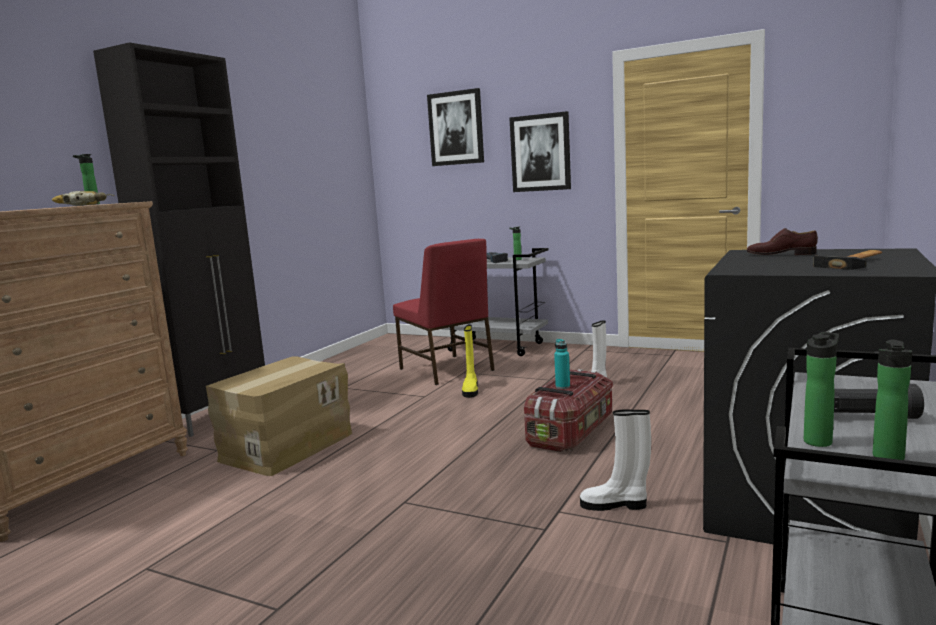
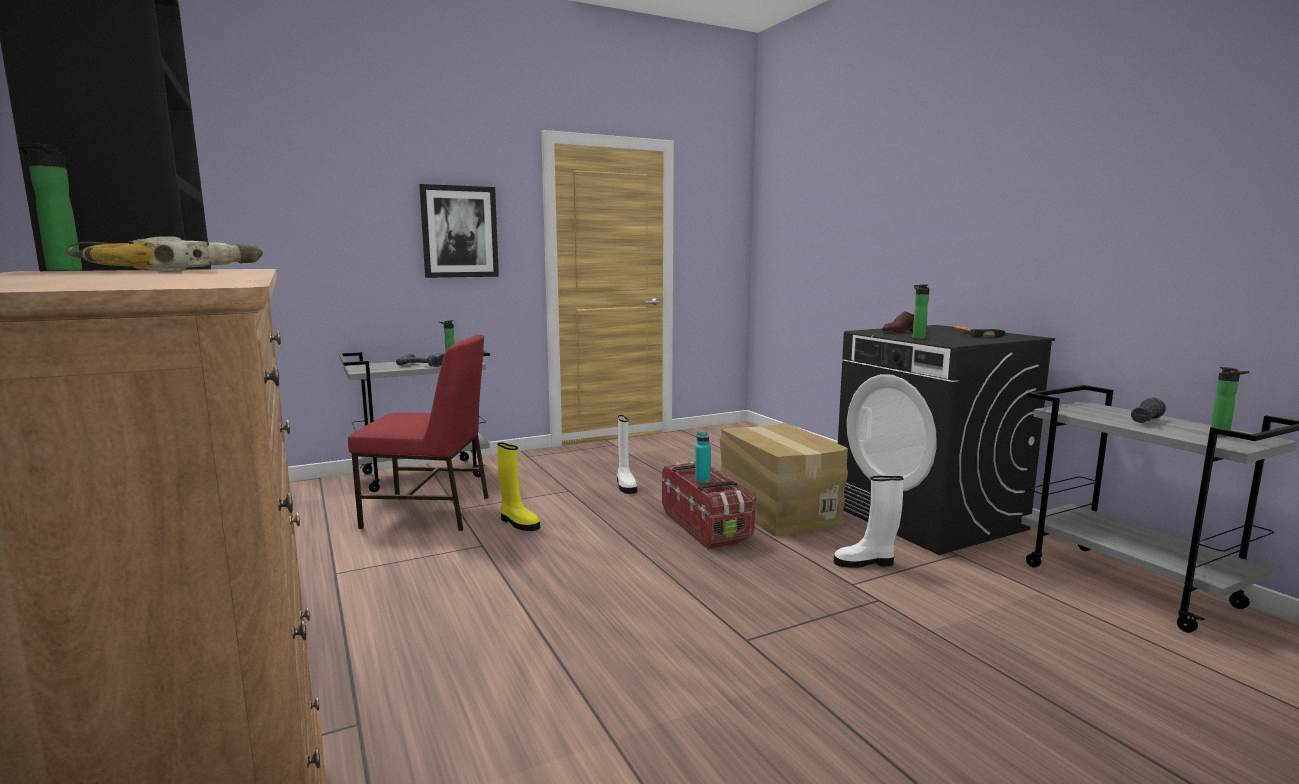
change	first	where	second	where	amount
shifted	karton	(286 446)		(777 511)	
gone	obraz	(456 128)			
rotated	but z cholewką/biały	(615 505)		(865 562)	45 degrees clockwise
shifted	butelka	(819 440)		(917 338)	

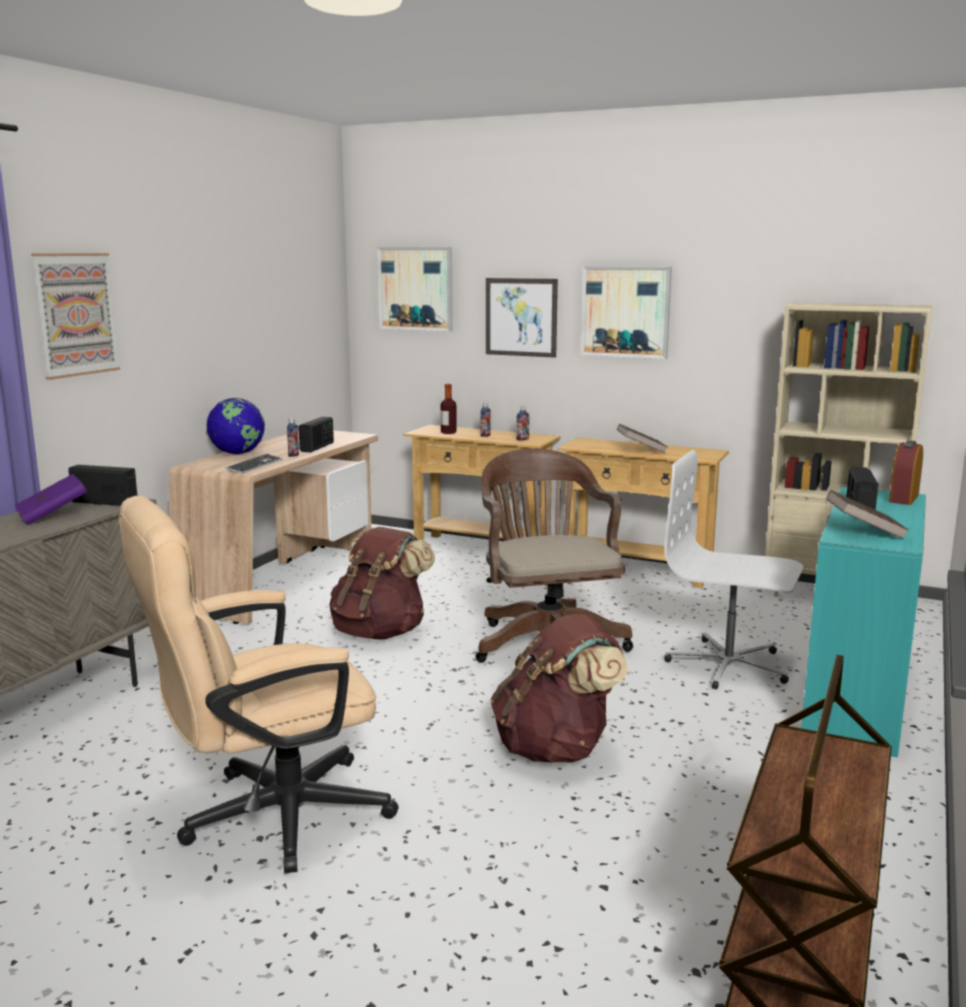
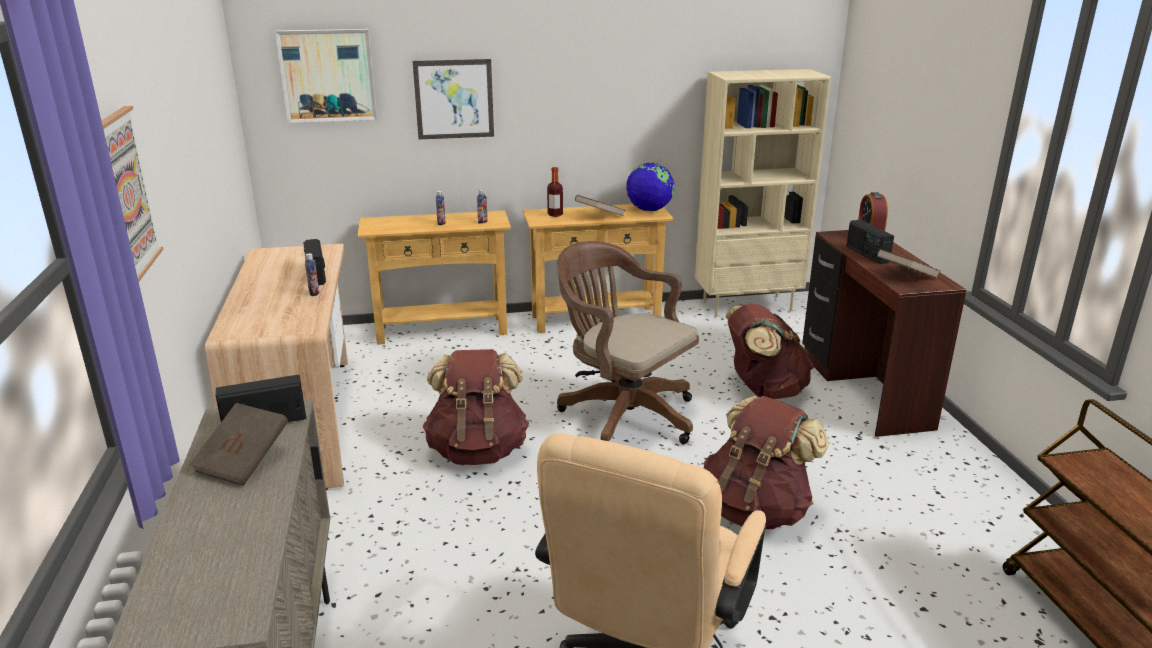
change	first	where	second	where	amount
repainted	książka/fioletowy	(52 515)	książka/brązowy	(244 461)	
shifted	globus	(237 453)		(649 210)	
gone	klawiatura	(255 465)			
shifted	butelka	(448 432)		(555 214)	
gone	obraz	(625 311)			
swapped	krzesło biurowe/biały	(728 665)	plecak/brązowy	(764 390)	
repainted	biurko/turkusowy	(854 697)	biurko/brązowy	(862 390)	

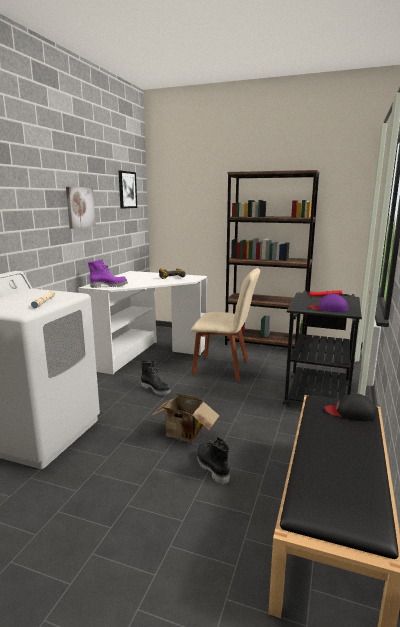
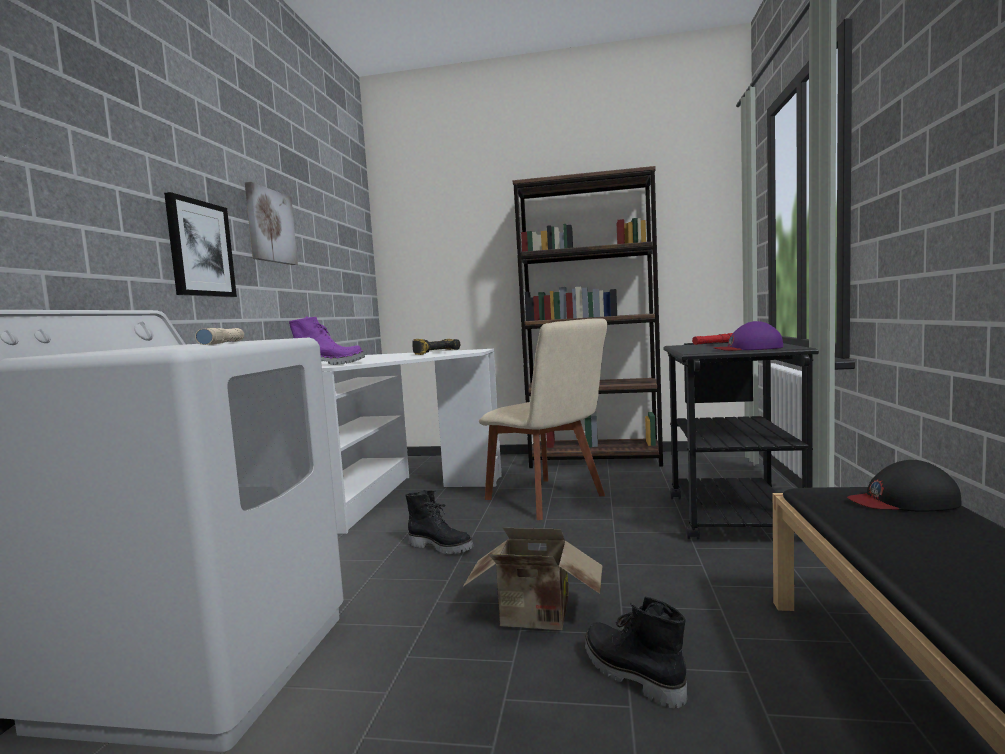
change	first	where	second	where	amount
shifted	obraz	(127 190)		(200 249)	
rotated	krzesło/beżowy	(224 368)		(548 499)	45 degrees clockwise

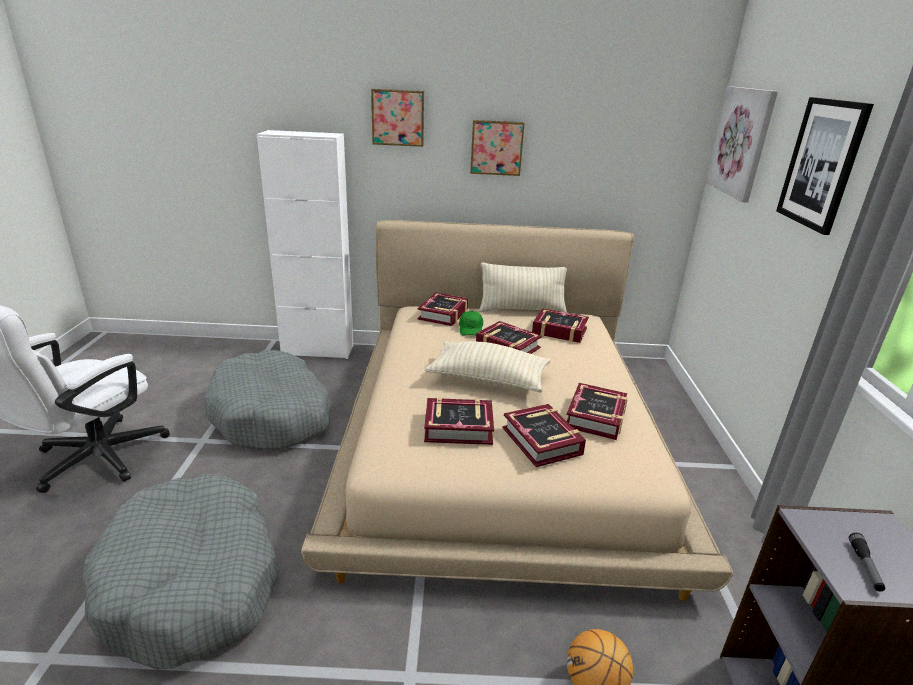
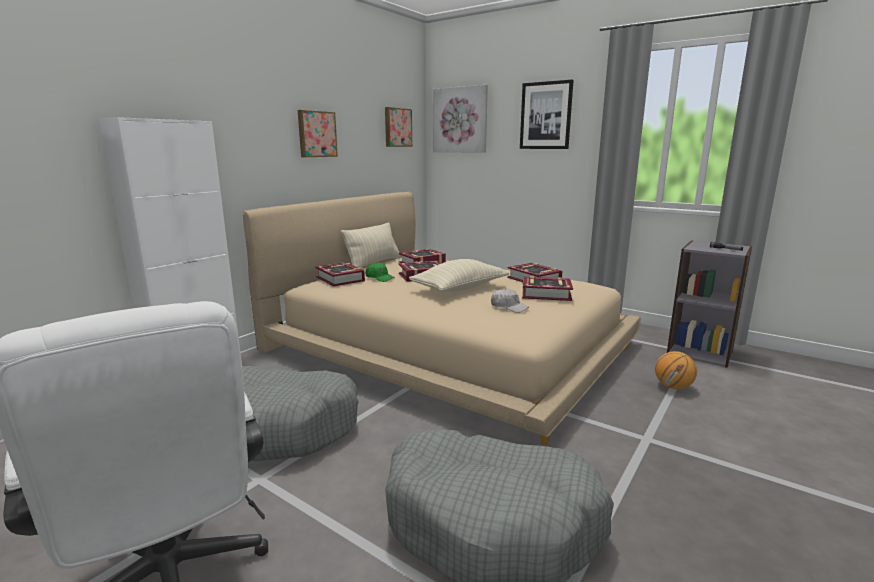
change	first	where	second	where	amount
shifted	obraz	(398 117)		(397 127)	
swapped	książka	(458 427)	czapka z daszkiem/biały	(509 307)	

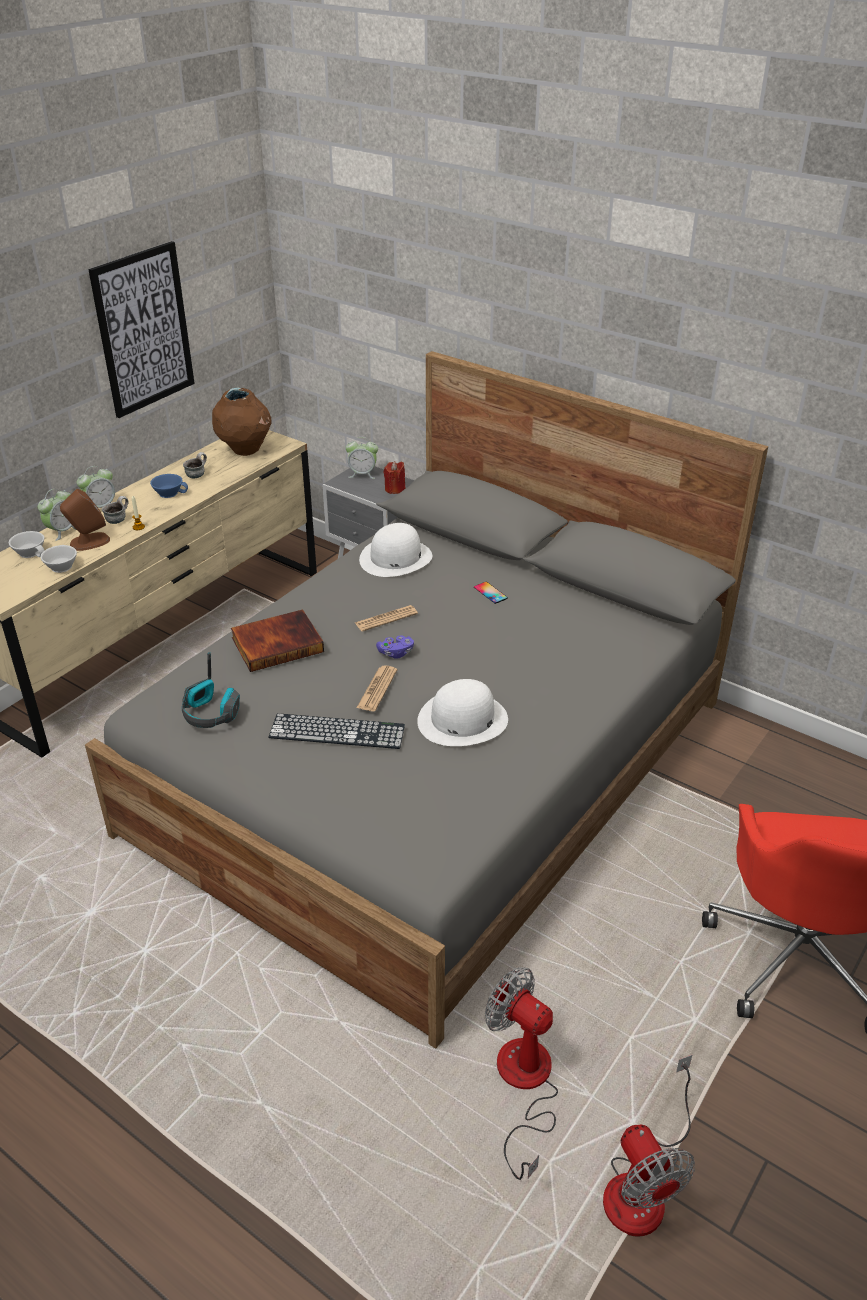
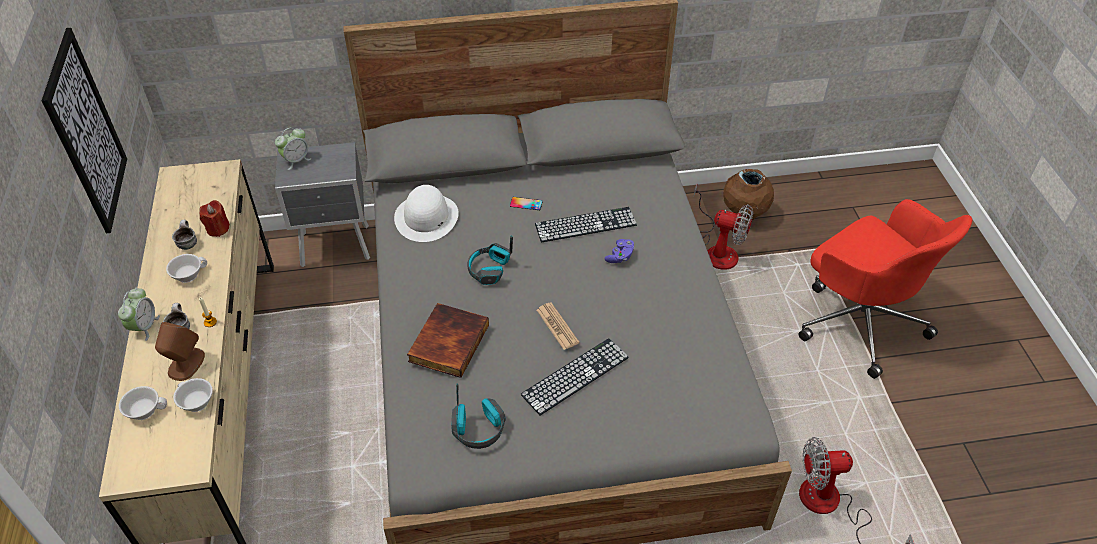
change	first	where	second	where	amount
gone	budzik	(62 531)			
repainted	filiżanka/niebieski	(169 492)	filiżanka/biały	(188 274)	
shifted	wazon/brązowy	(245 450)		(744 214)	
swapped	gazeta	(386 619)	słuchawki	(489 270)	
shifted	pad do gier/fioletowy	(395 653)		(620 256)	
shifted	świeca/czerwony	(395 489)		(218 229)	
gone	kapelusz/biały	(462 720)			
shifted	wentylator	(642 1184)		(717 249)	
new			klawiatura	(585 224)	

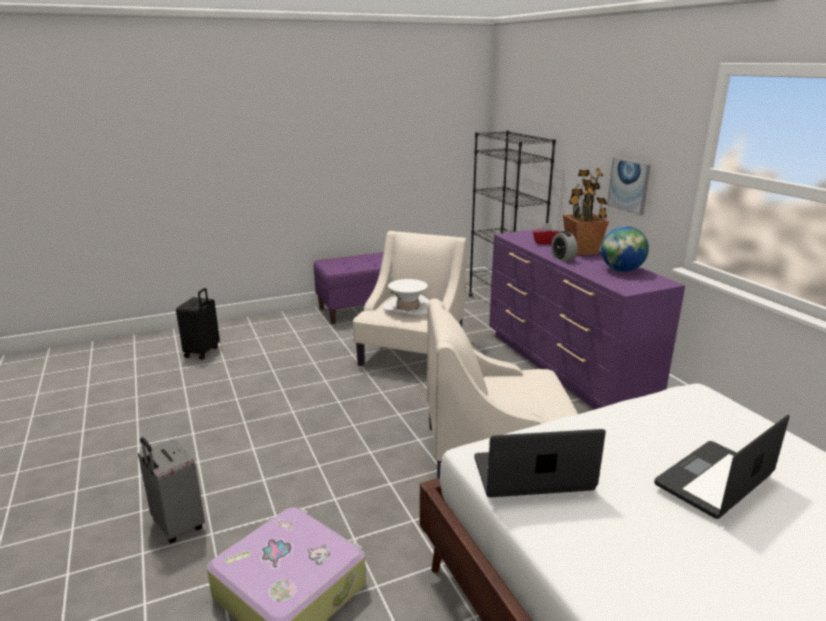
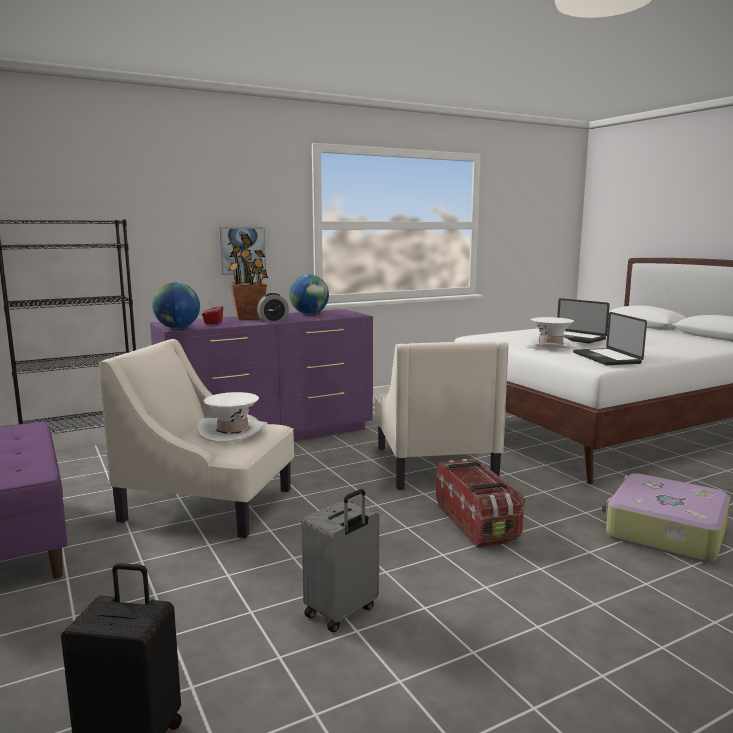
change	first	where	second	where	amount
shifted	walizka/szary	(176 526)		(342 612)	
new			globus	(177 328)	
new			pojemnik do przechowywania	(476 522)	
new			kapelusz/biały	(550 346)	

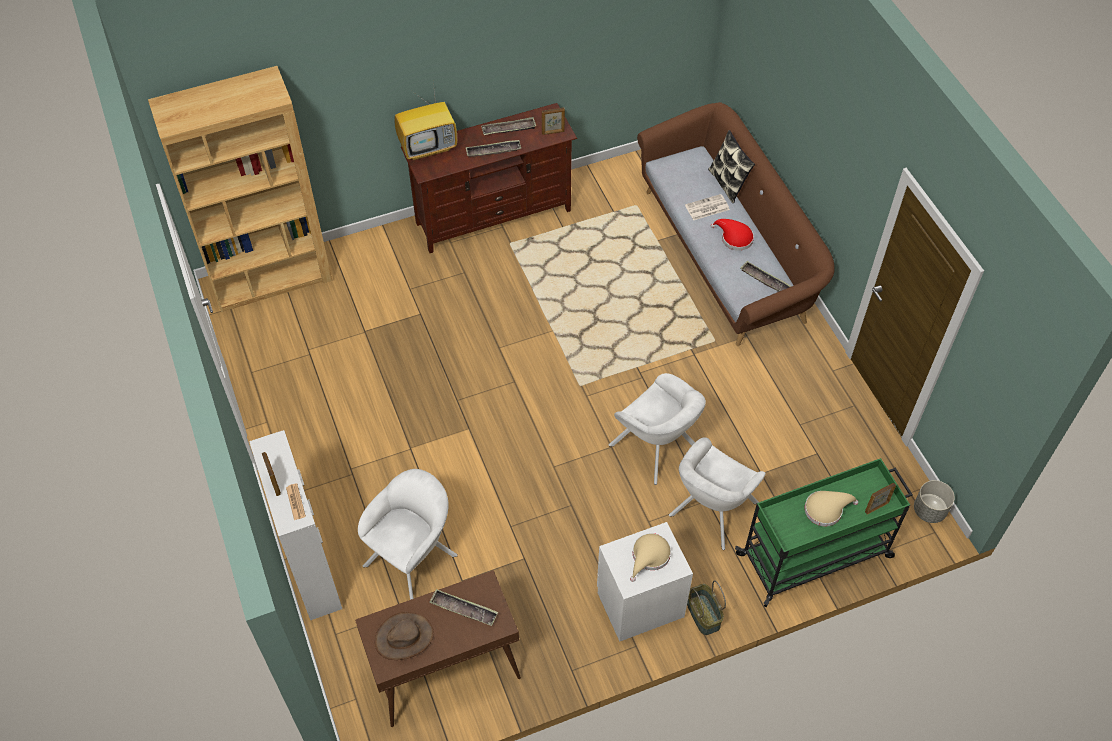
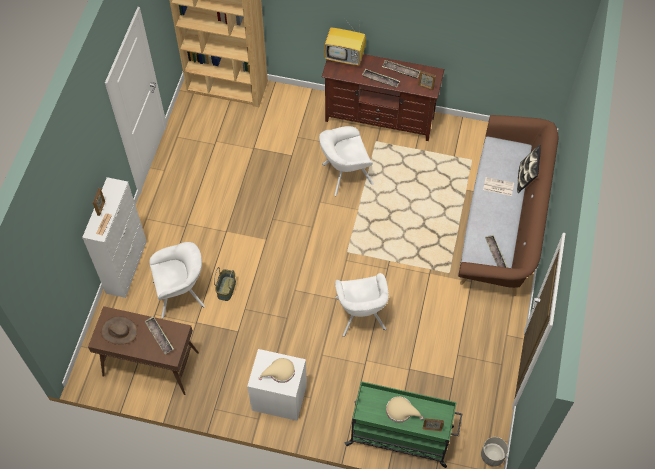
change	first	where	second	where	amount
shifted	fotel/biały	(710 512)		(344 175)	
shifted	koszyk	(702 614)		(226 288)	
gone	kapelusz/czerwony	(734 238)			

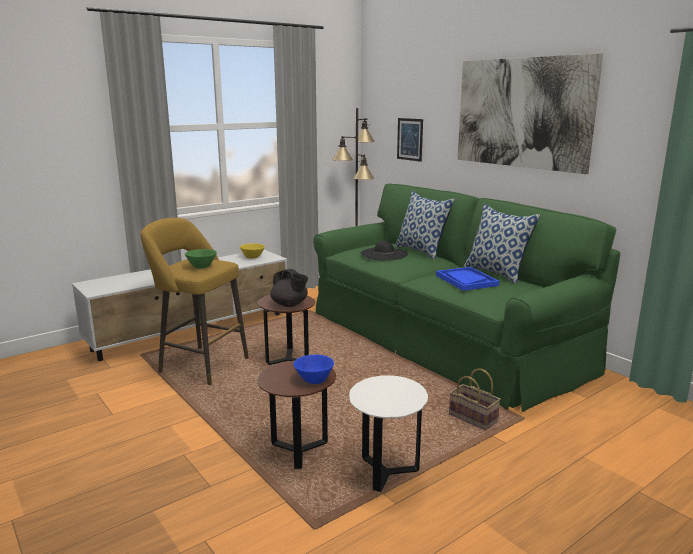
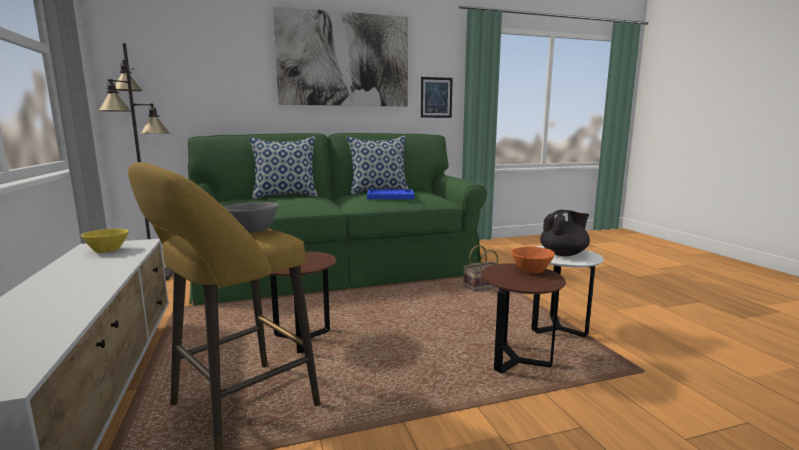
change	first	where	second	where	amount
repainted	miska/zielony	(202 266)	miska/szary	(253 229)	
shifted	imbryk/czarny	(290 305)		(564 254)	
repainted	miska/niebieski	(314 379)	miska/pomarańczowy	(530 270)	
gone	kapelusz/czarny	(384 254)			
shifted	obraz	(410 139)		(436 97)	

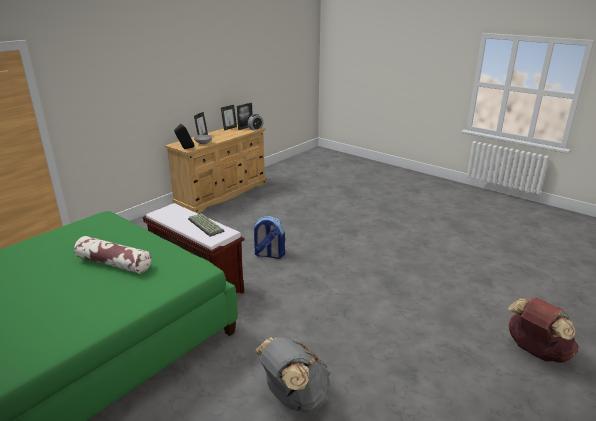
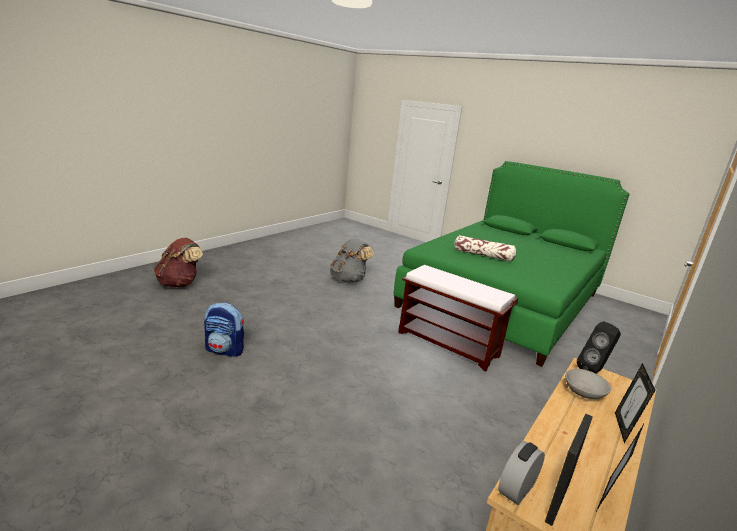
change	first	where	second	where	amount
gone	klawiatura	(204 225)			
shifted	plecak	(269 255)		(225 350)	

